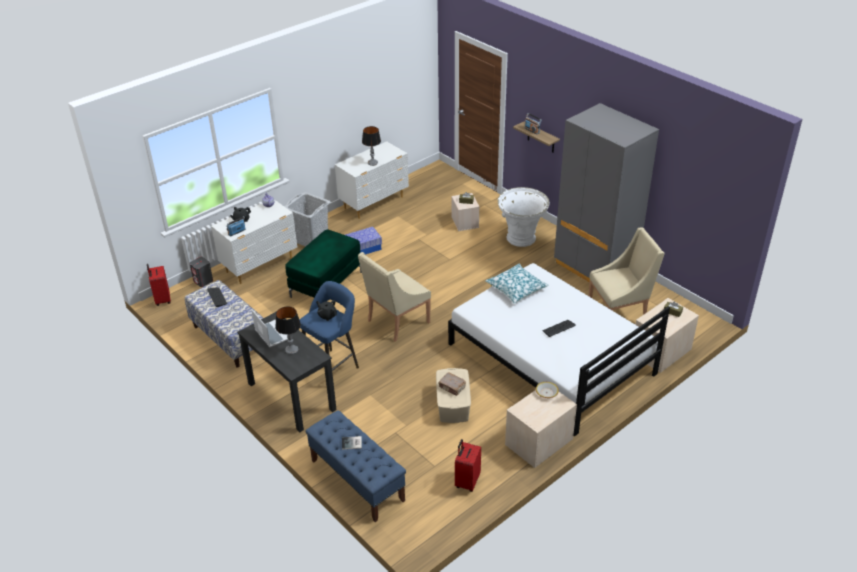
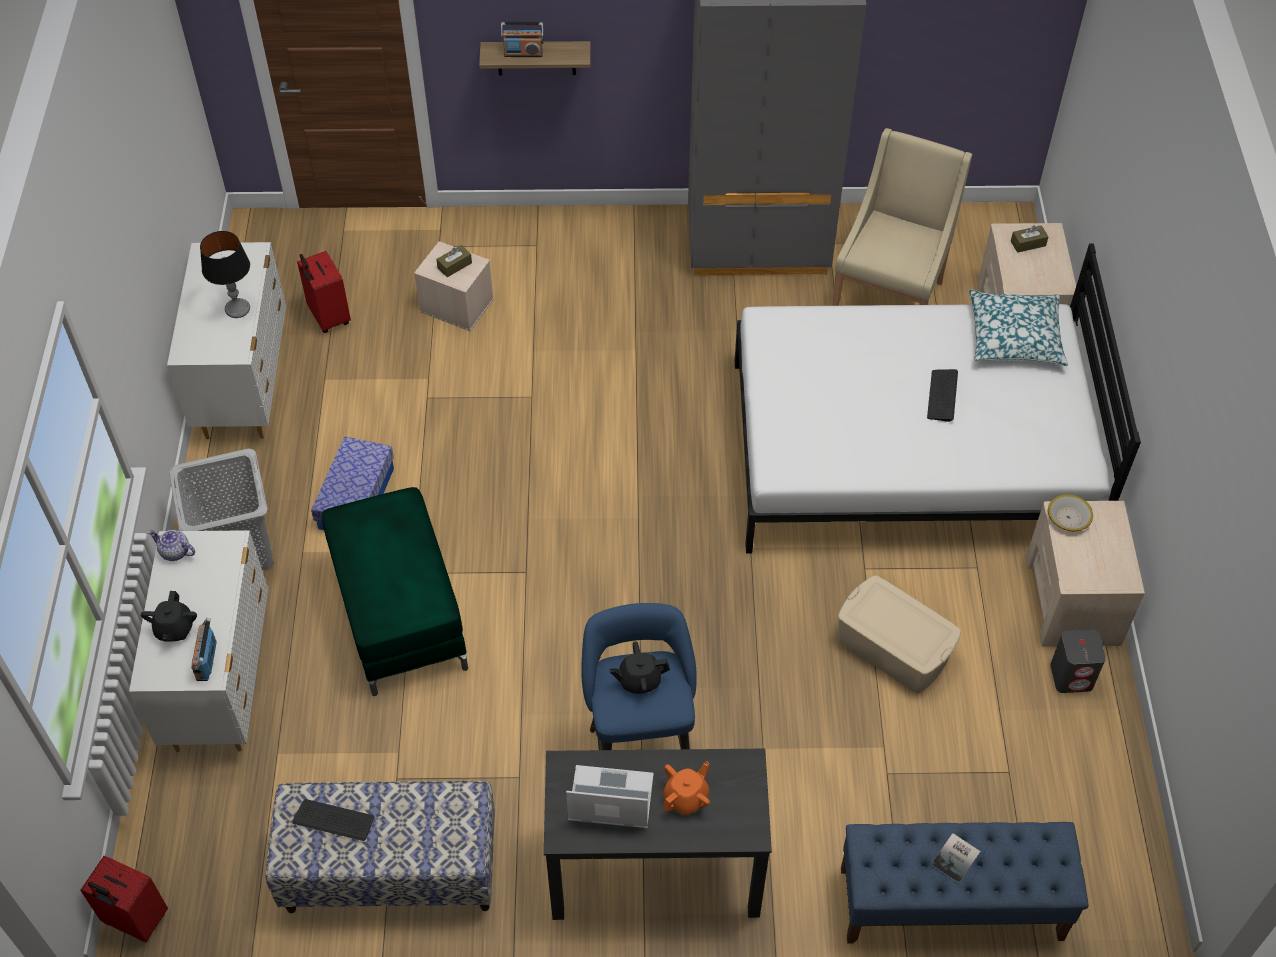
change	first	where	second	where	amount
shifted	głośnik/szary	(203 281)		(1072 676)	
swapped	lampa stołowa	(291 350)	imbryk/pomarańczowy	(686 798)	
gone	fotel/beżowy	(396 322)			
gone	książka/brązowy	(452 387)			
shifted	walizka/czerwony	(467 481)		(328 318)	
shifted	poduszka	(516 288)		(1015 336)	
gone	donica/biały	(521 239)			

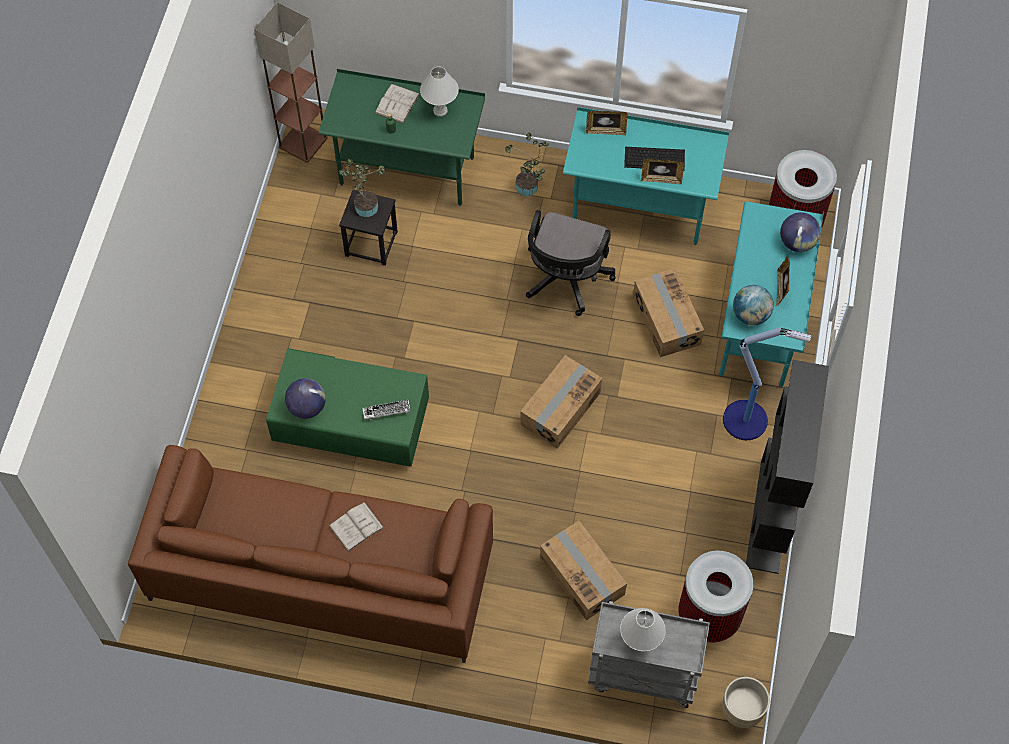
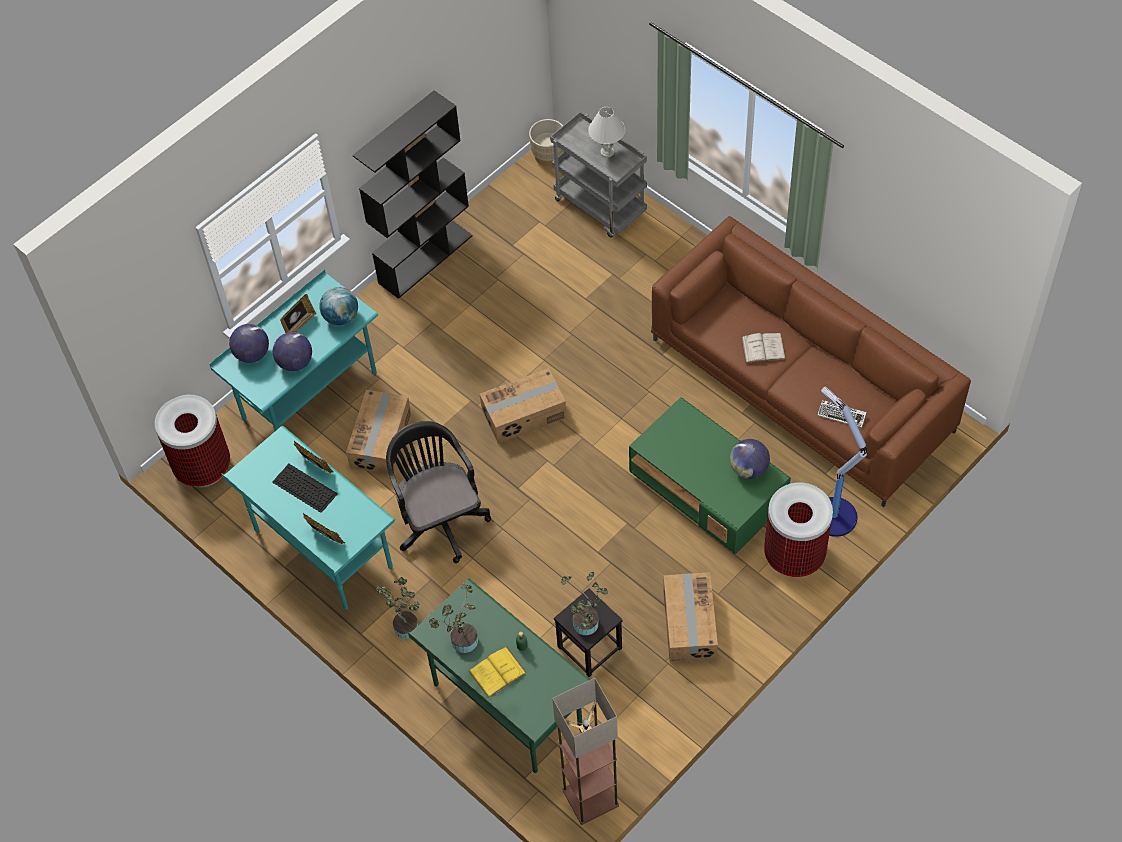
change	first	where	second	where	amount
shifted	klawiatura	(386 411)		(841 415)	
repainted	książka/biały	(397 103)	książka/żółty	(497 672)	
swapped	lampa stołowa/biały	(440 110)	roślina doniczkowa	(461 642)	
rotated	krzesło biurowe/czarny	(565 281)		(439 518)	75 degrees counterclockwise
shifted	karton	(582 575)		(689 624)	
shifted	kosz na śmieci	(709 616)		(794 555)	
shifted	lampa stojąca	(747 420)		(833 515)	
new			globus	(295 362)	

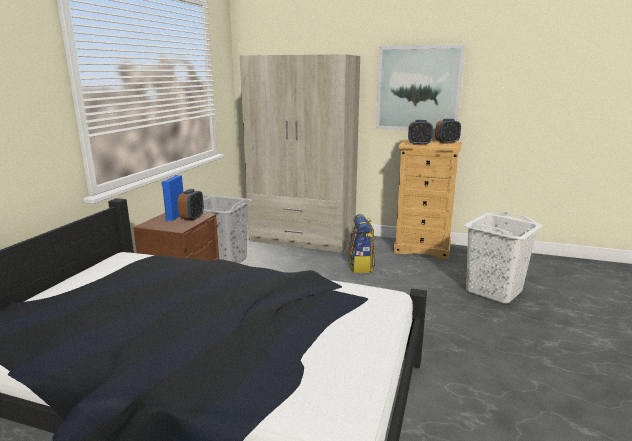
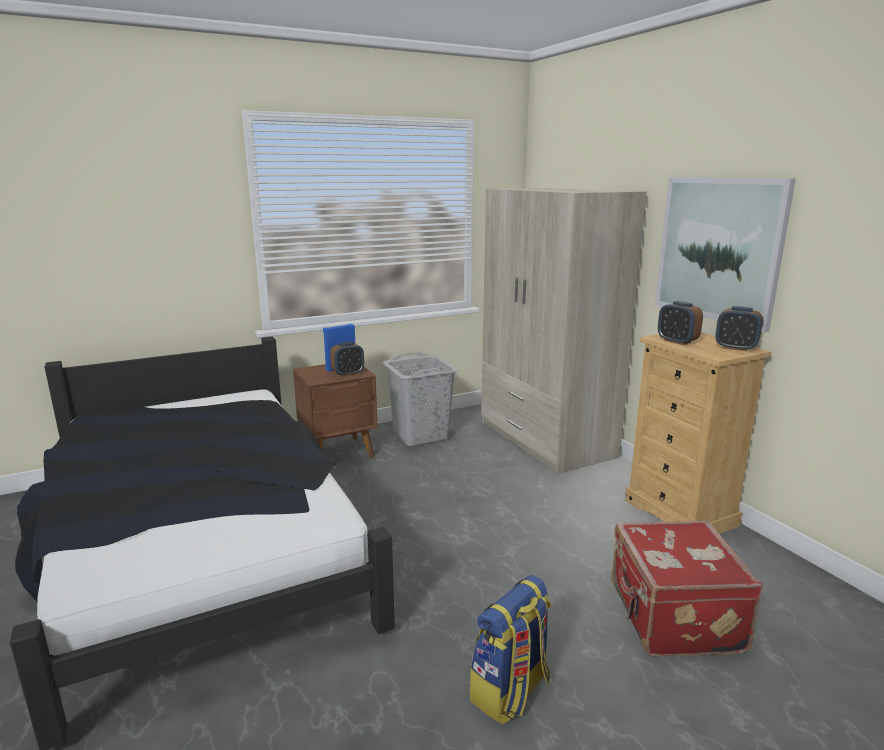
change	first	where	second	where	amount
shifted	plecak	(361 266)		(511 692)	
swapped	kosz na pranie/biały	(494 291)	walizka/czerwony	(672 618)	

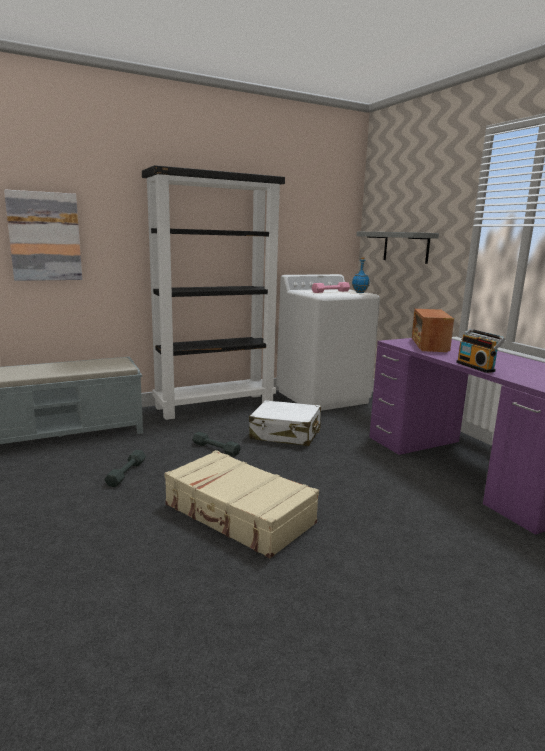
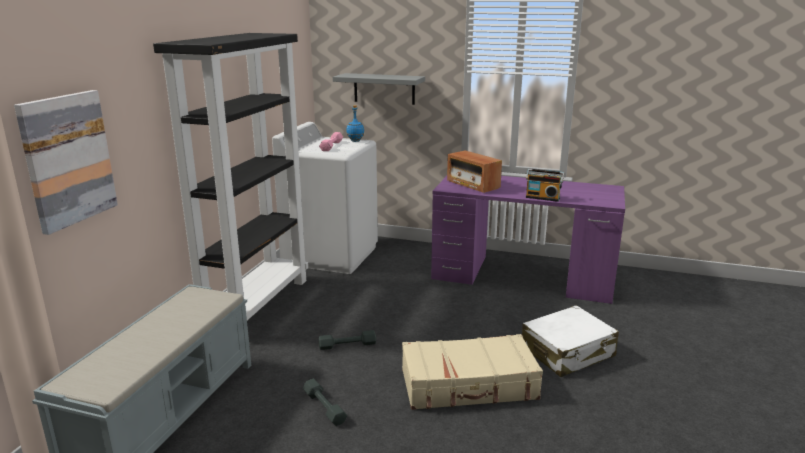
change	first	where	second	where	amount
shifted	walizka/biały	(285 434)		(567 352)	

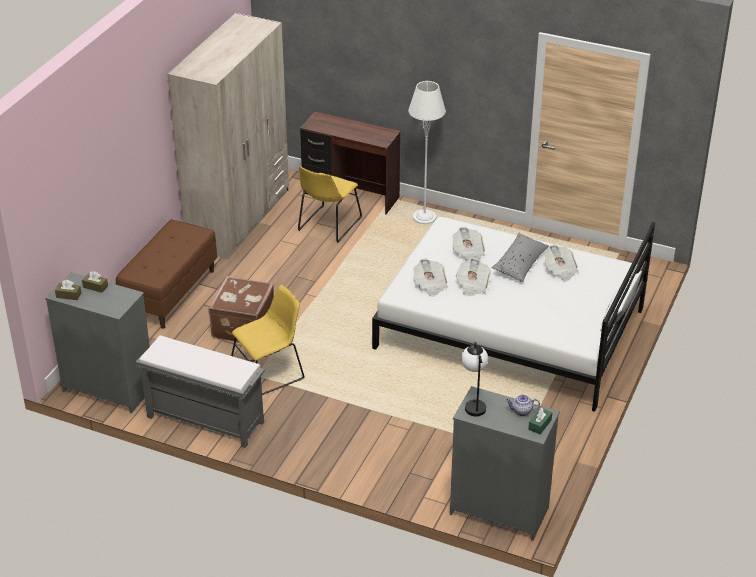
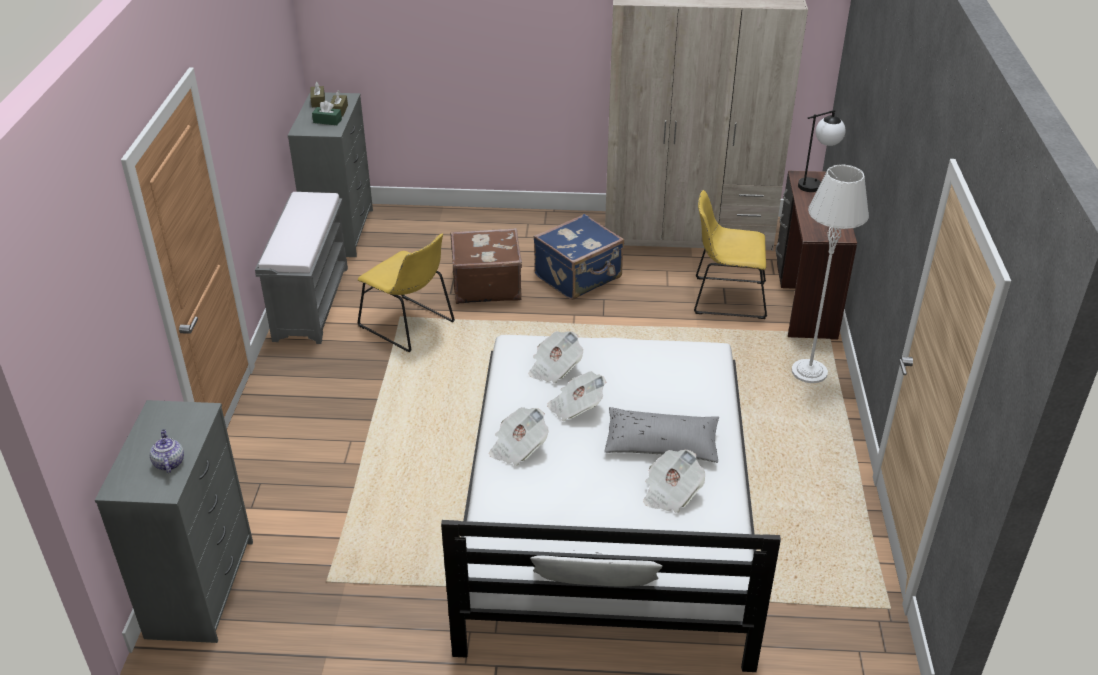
change	first	where	second	where	amount
gone	ławka/brązowy	(170 293)			
shifted	gazeta	(468 253)		(518 448)	
shifted	lampa stołowa	(473 403)		(816 184)	
shifted	pudełko chusteczek/zielony	(540 425)		(327 121)	
new			walizka/niebieski	(579 277)	

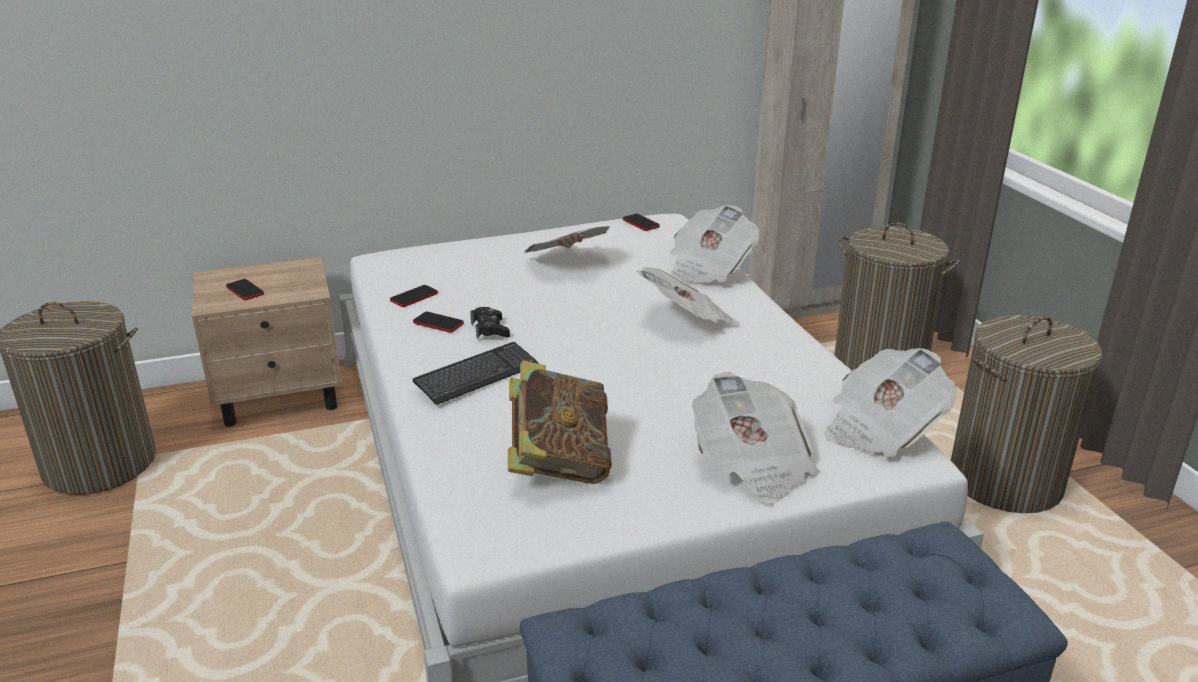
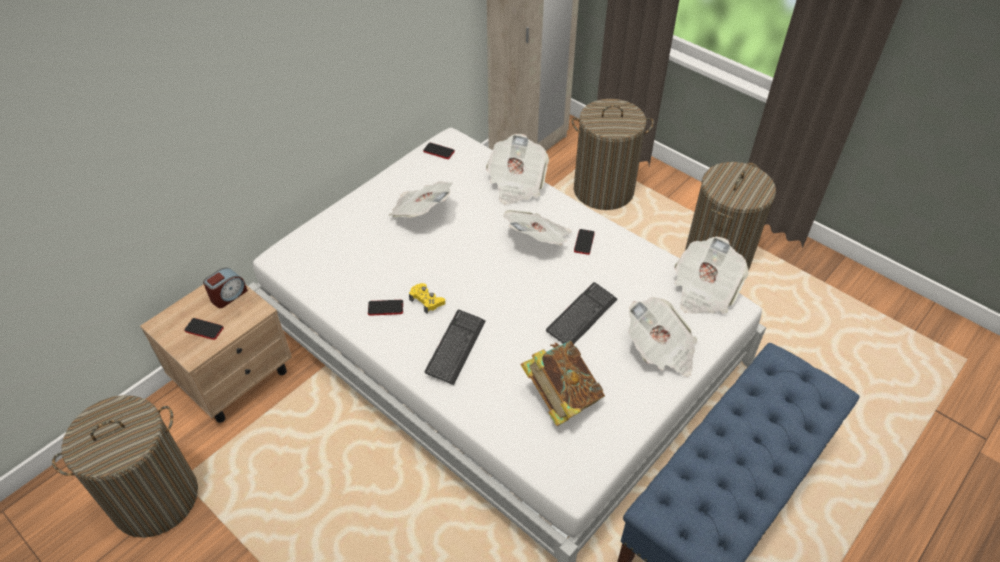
change	first	where	second	where	amount
shifted	telefon	(414 297)		(584 242)	
repainted	pad do gier/czarny	(490 329)	pad do gier/żółty	(426 301)	
new			budzik	(228 295)	
new			klawiatura	(581 316)	

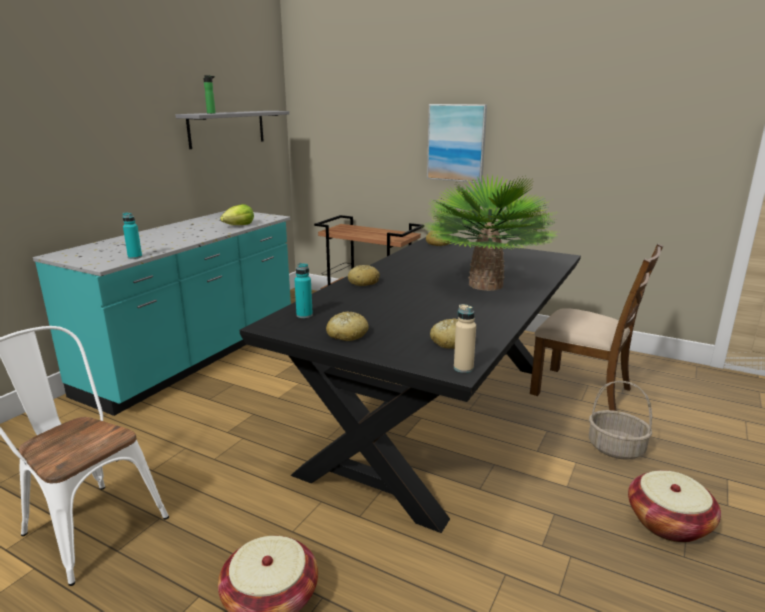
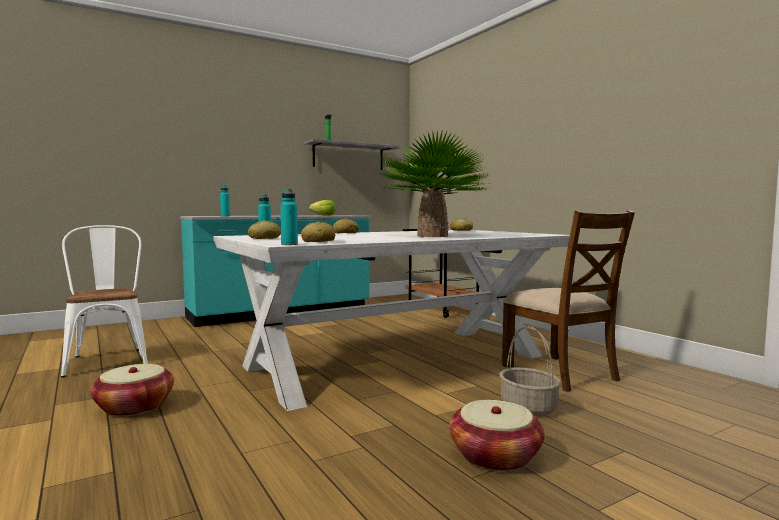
change	first	where	second	where	amount
repainted	stół jadalny/czarny	(437 415)	stół jadalny/biały	(396 361)	
gone	obraz	(456 143)			
repainted	butelka/beżowy	(463 368)	butelka/turkusowy	(289 244)	

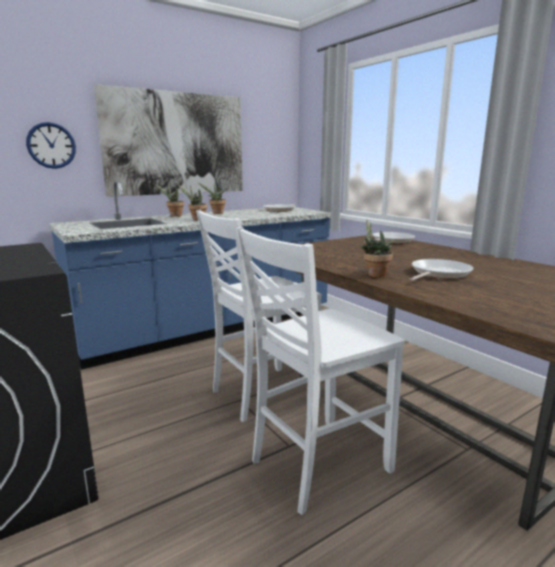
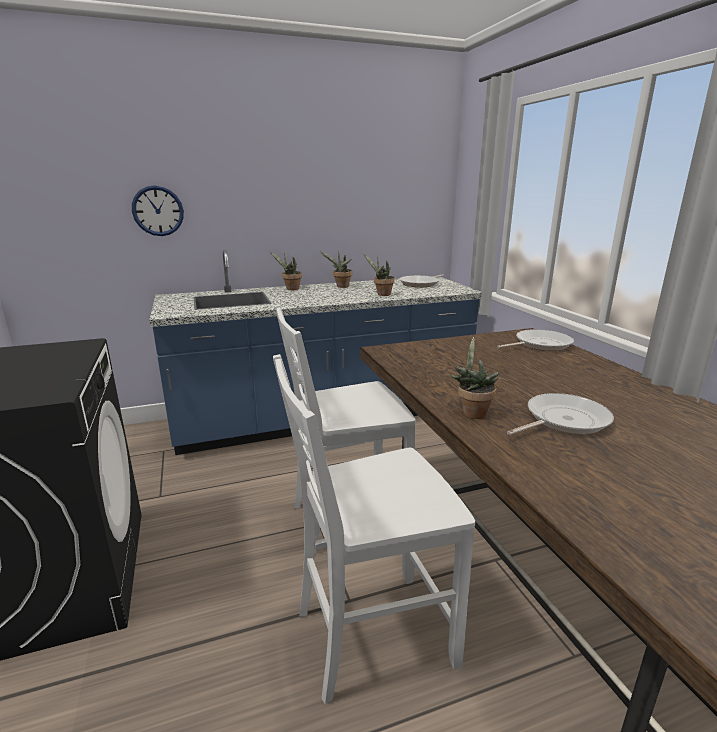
change	first	where	second	where	amount
gone	obraz	(176 144)			
shifted	roślina doniczkowa	(196 219)		(381 294)	

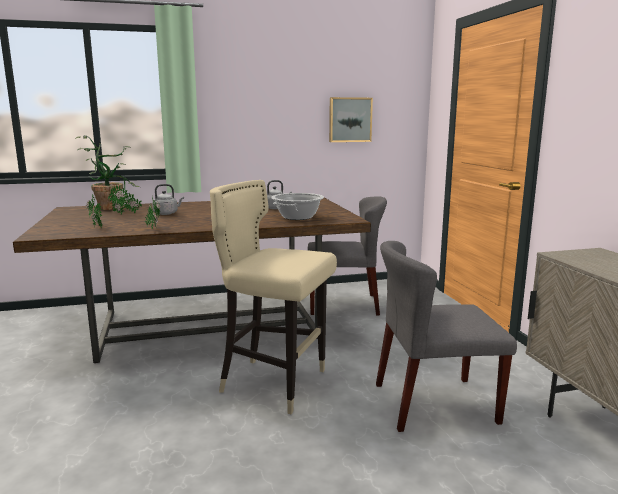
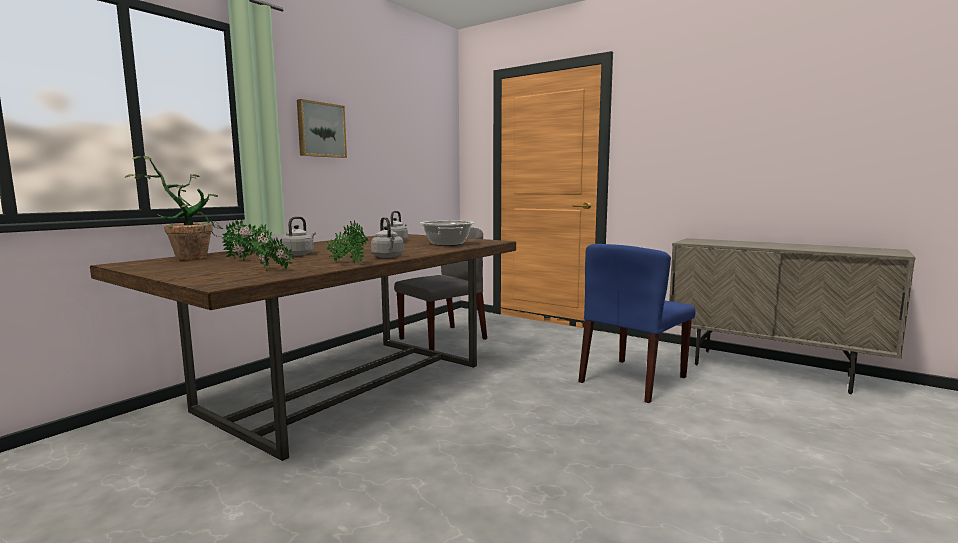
change	first	where	second	where	amount
gone	stołek/beżowy	(275 383)			
shifted	obraz	(350 119)		(320 130)	
repainted	krzesło/szary	(434 403)	krzesło/niebieski	(633 380)	
new			czajnik/szary	(388 257)	

